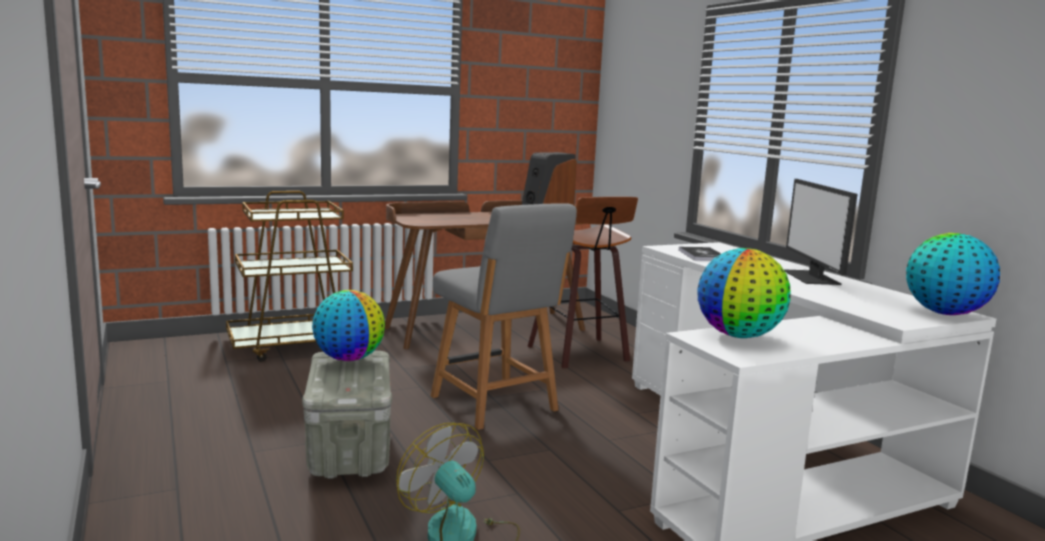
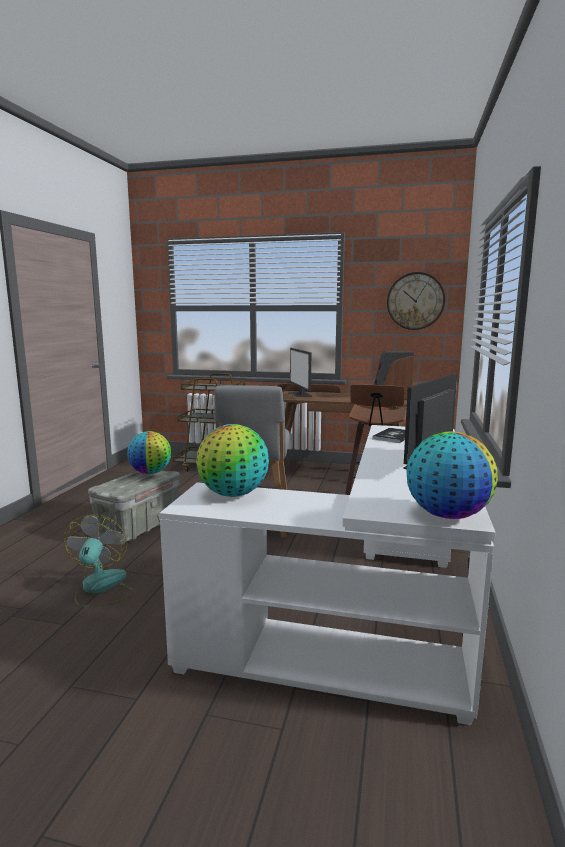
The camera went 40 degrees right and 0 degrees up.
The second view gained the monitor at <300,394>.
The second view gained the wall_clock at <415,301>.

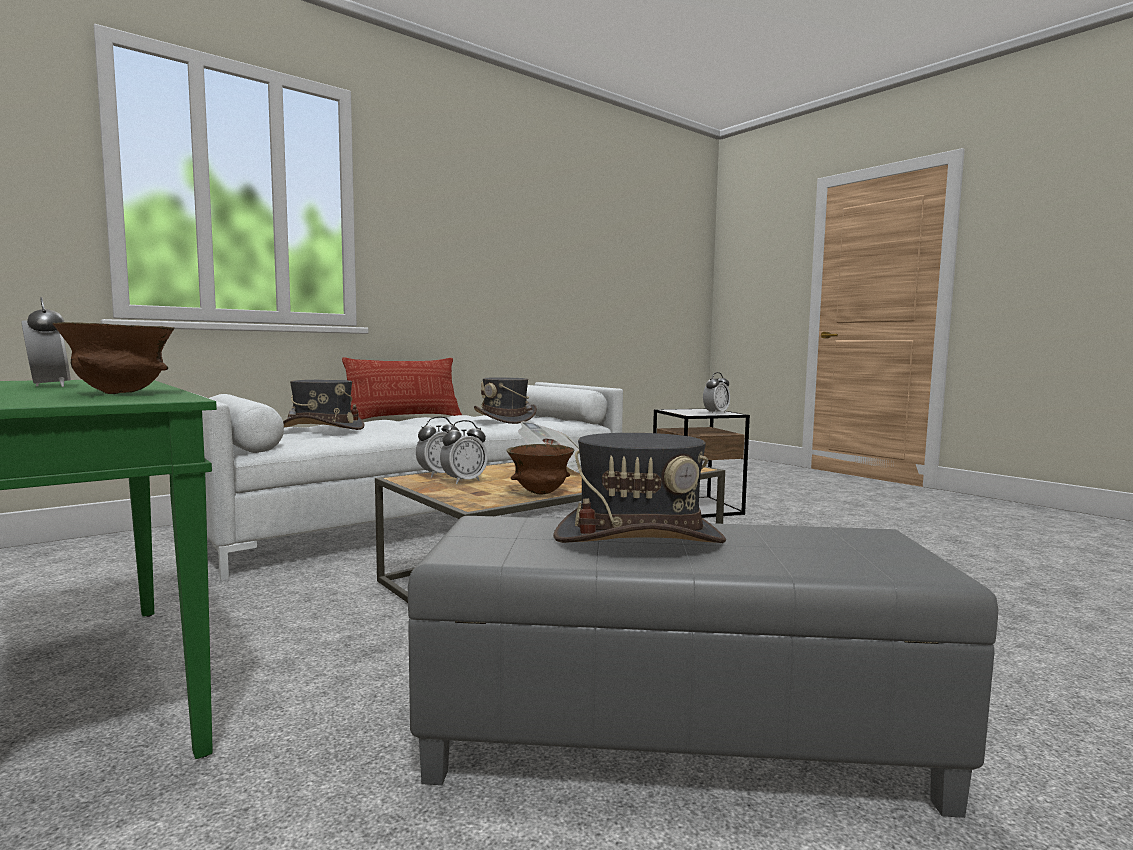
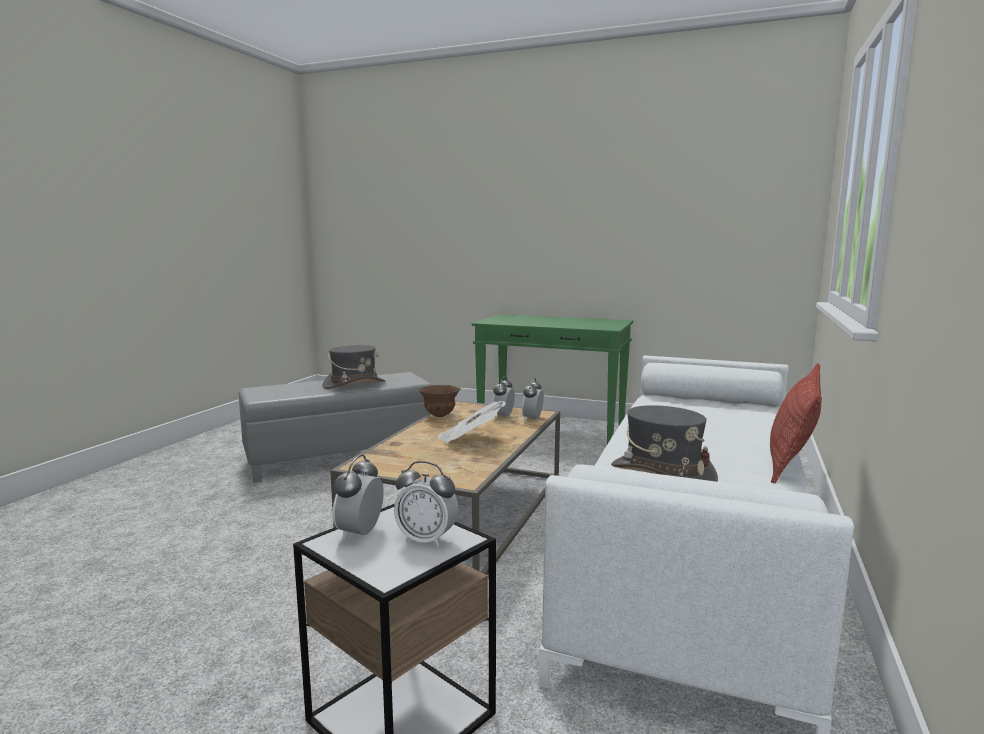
The camera went 150 degrees right and 5 degrees up.
The alarm_clock ended up elsewhere, having gone from <49,386> to <427,540>.
The second view lost the brown_bowl at <120,393>.
The second view lost the grey_hat at <322,428>.

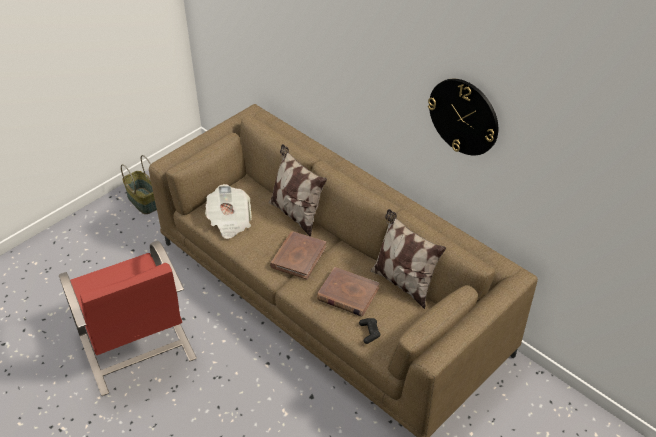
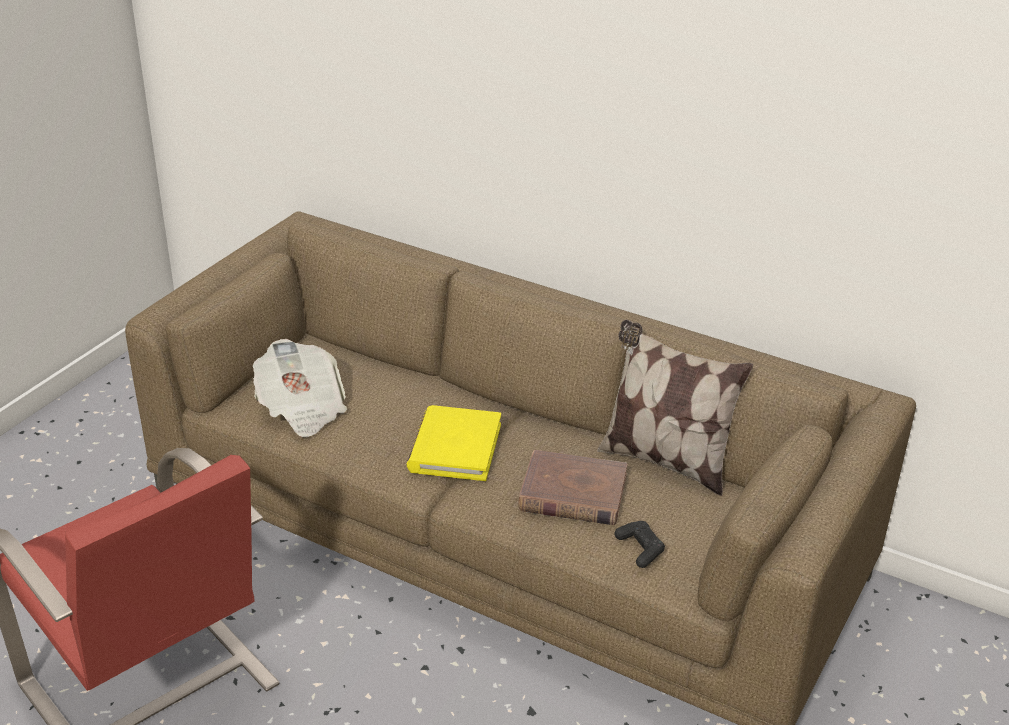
The camera went 15 degrees left and 10 degrees down.
The second view lost the basket at <143,201>.
The second view lost the pillow at <296,214>.
What was the brown_book at <298,257> turned into the yellow_book at <455,447>.
The second view lost the wall_clock at <463,116>.

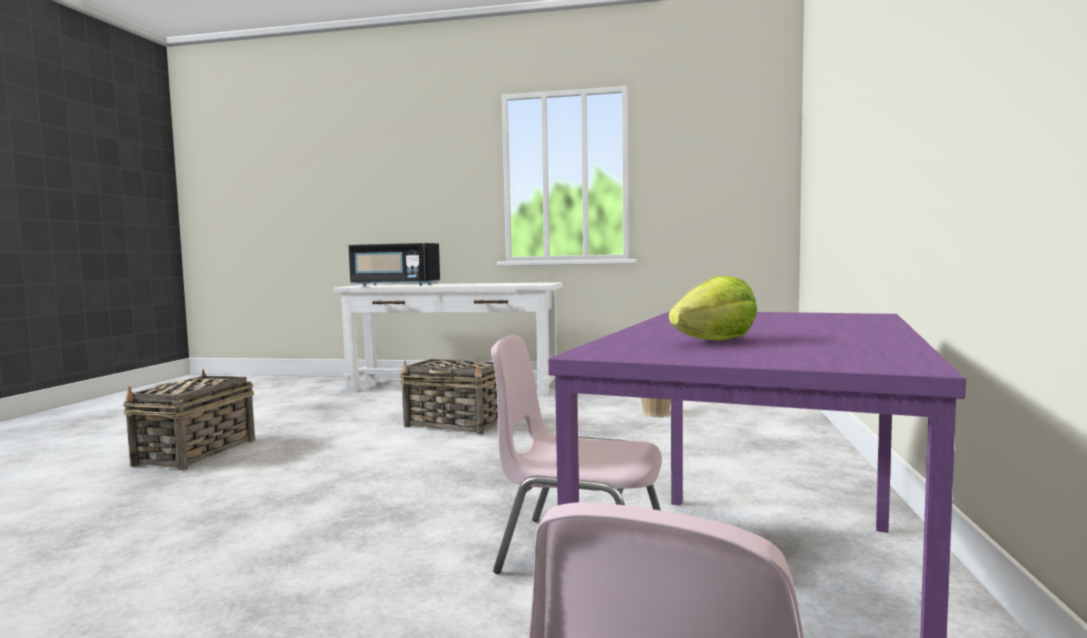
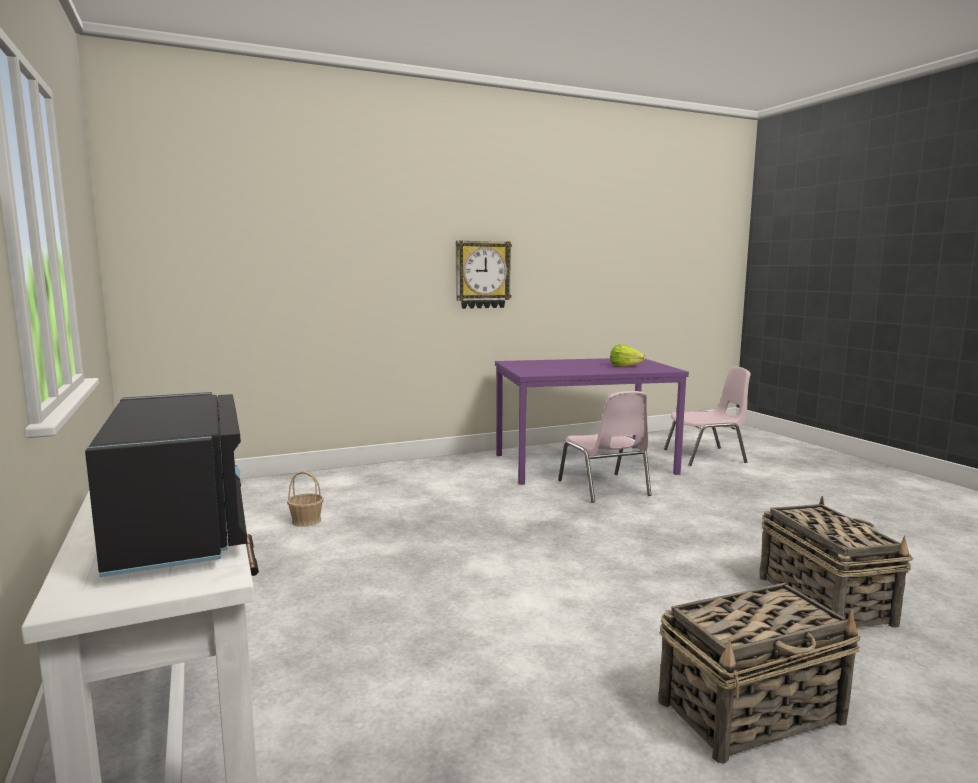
The camera went 125 degrees left and 5 degrees up.
The basket ended up elsewhere, having gone from <456,424> to <823,599>.
The second view gained the wall_clock at <482,275>.

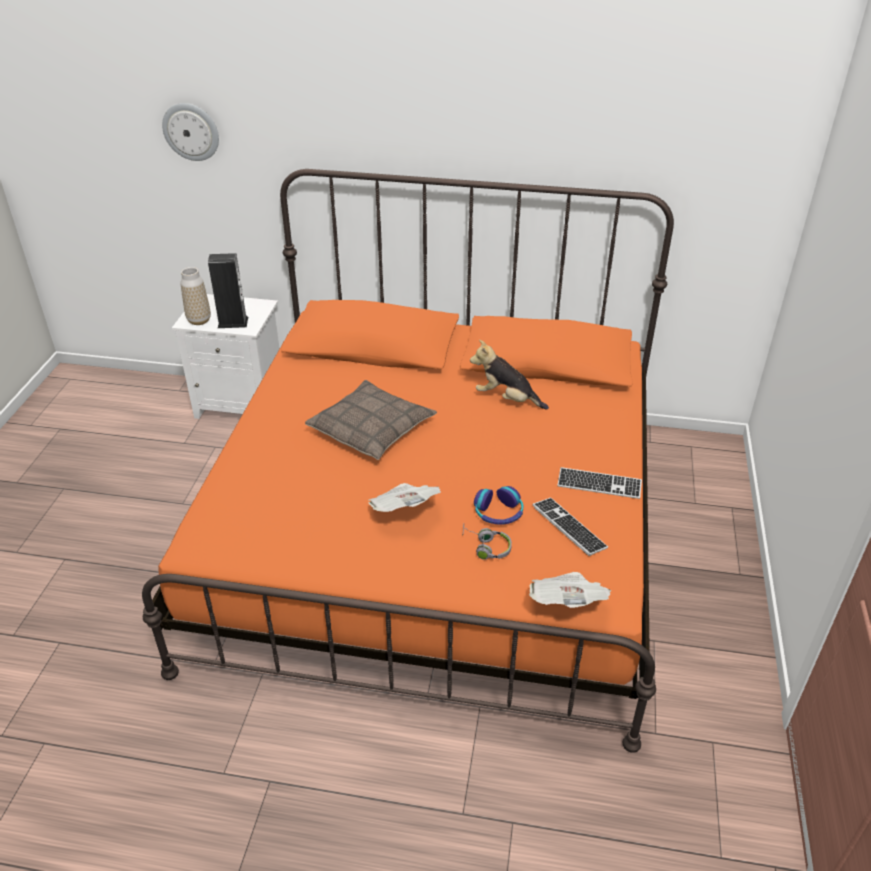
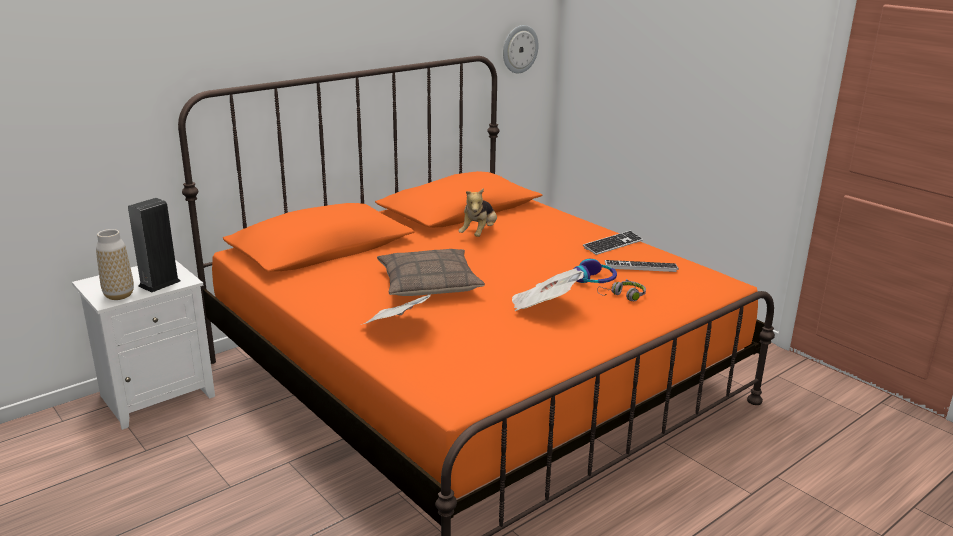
The camera went 50 degrees left and 15 degrees down.
The wall_clock ended up elsewhere, having gone from <191,131> to <519,49>.
The plush_toy at <506,399> ended up facing another way, 45 degrees counterclockwise from before.
The newspaper ended up elsewhere, having gone from <566,604> to <397,326>.

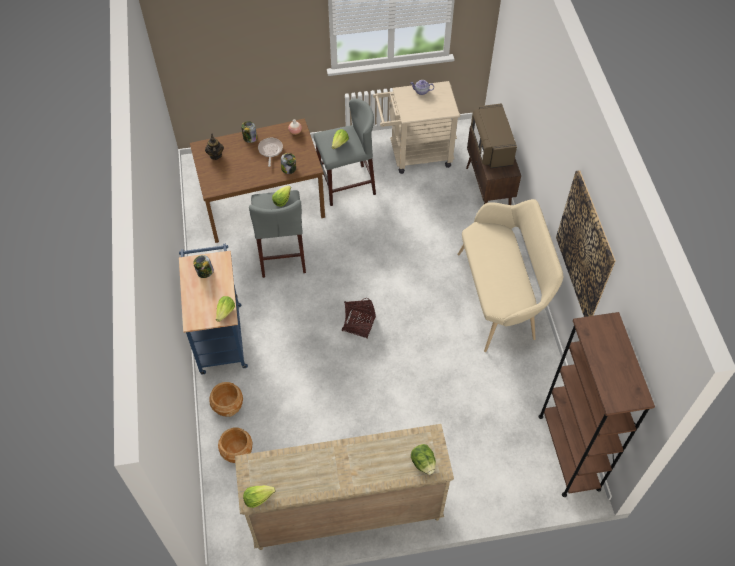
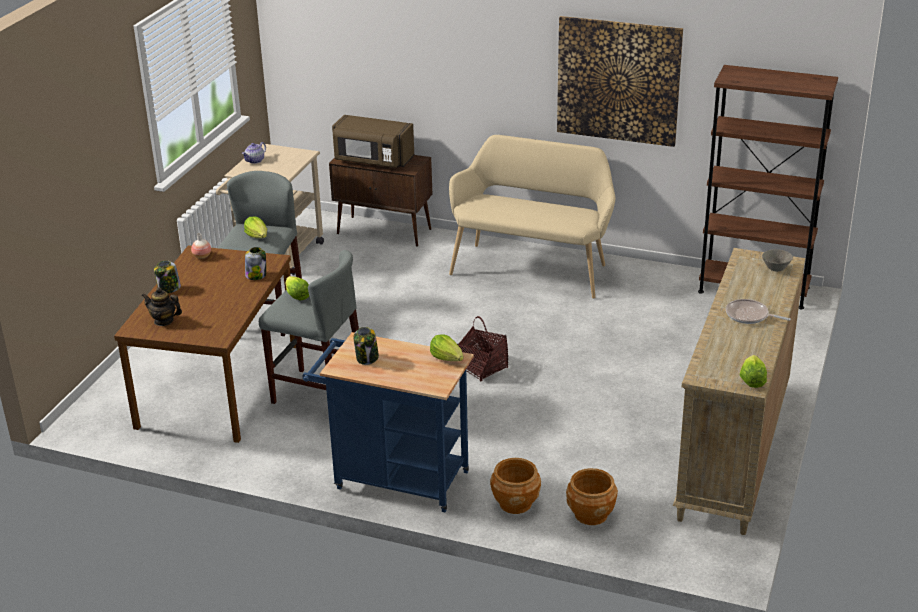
The camera went 60 degrees left and 25 degrees down.
The frying_pan ended up elsewhere, having gone from <270,150> to <749,316>.
Where the lettuce stood at <423,463>, the grey_bowl came to stand at <775,269>.

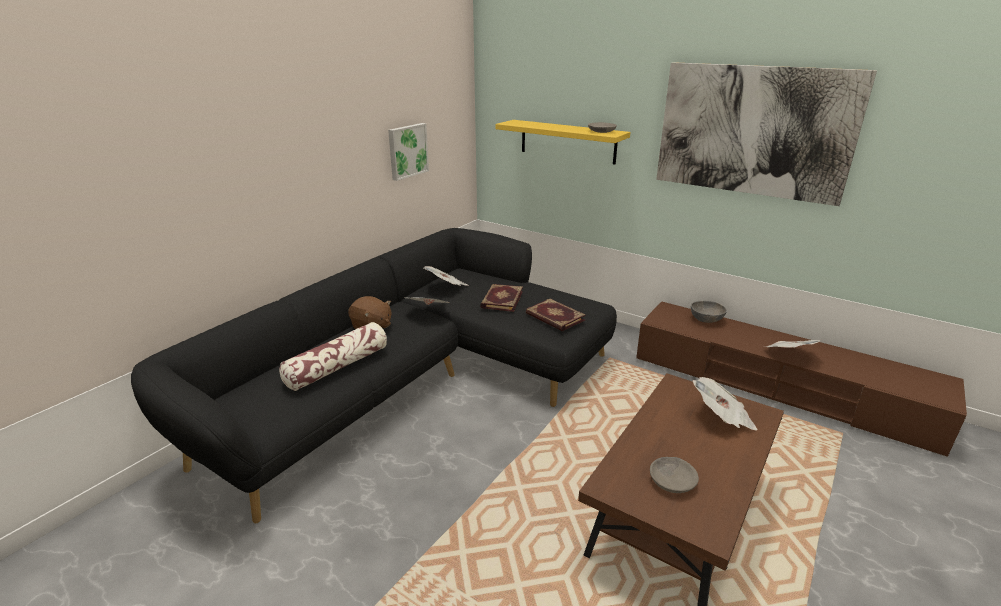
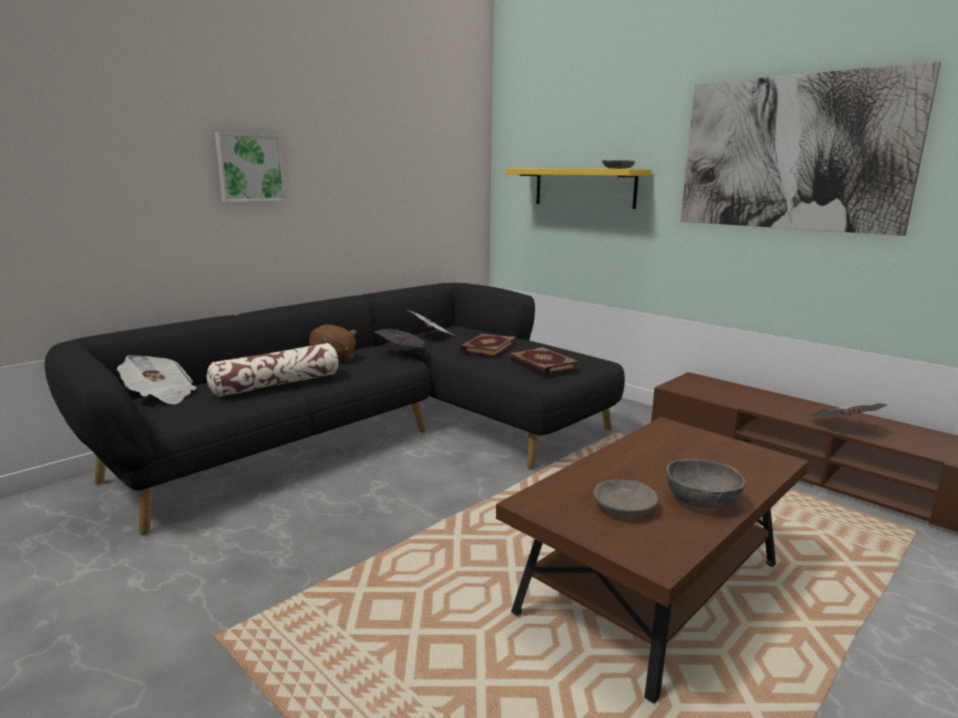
The camera went 10 degrees right and 10 degrees down.
The picture ended up elsewhere, having gone from <407,151> to <250,168>.
The grey_bowl ended up elsewhere, having gone from <706,319> to <701,501>.
The newspaper ended up elsewhere, having gone from <722,418> to <160,396>.

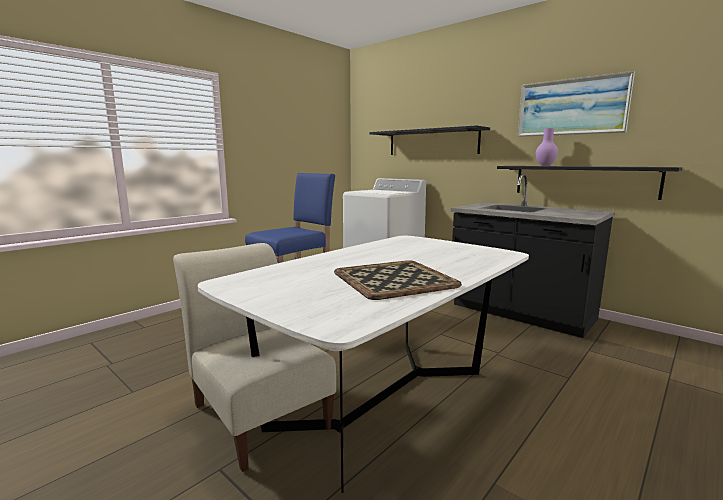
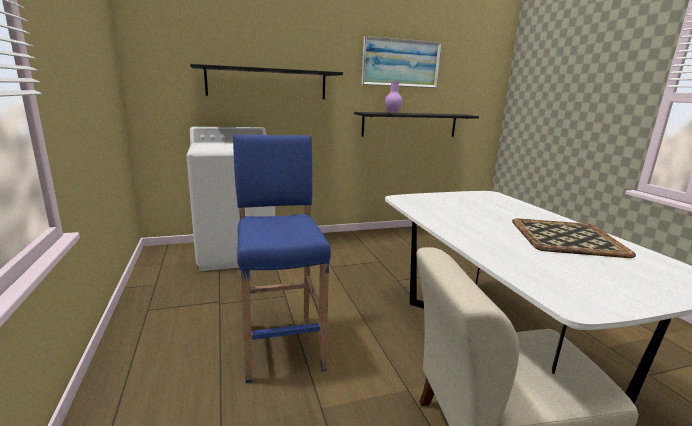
The camera went 60 degrees left and 5 degrees up.
The second view lost the black_counter at <519,313>.

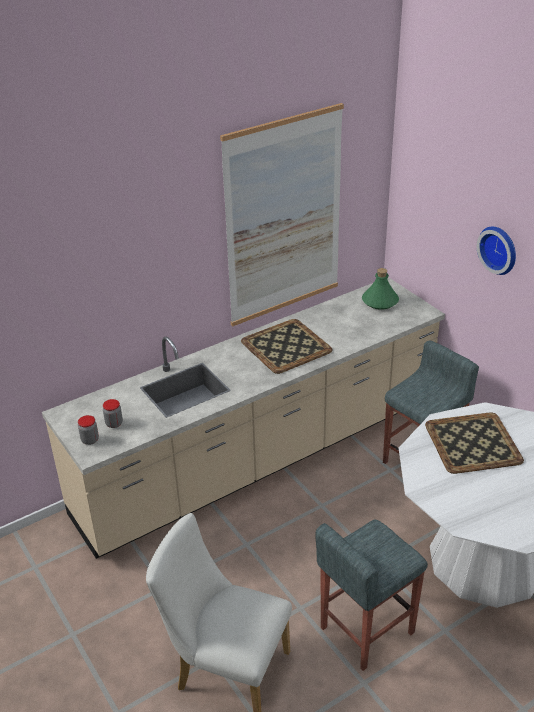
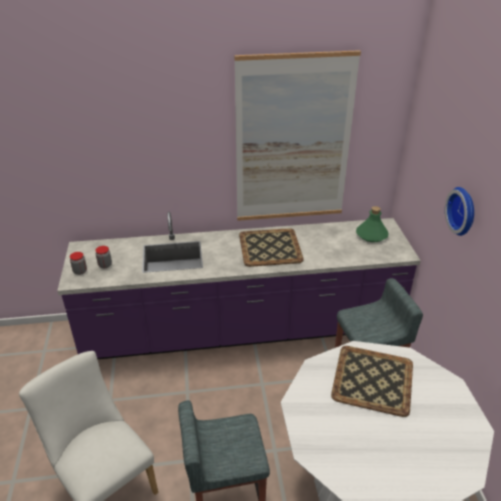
The camera went 25 degrees right and 0 degrees up.
What was the beige_counter at <269,455> turned into the purple_counter at <250,330>.

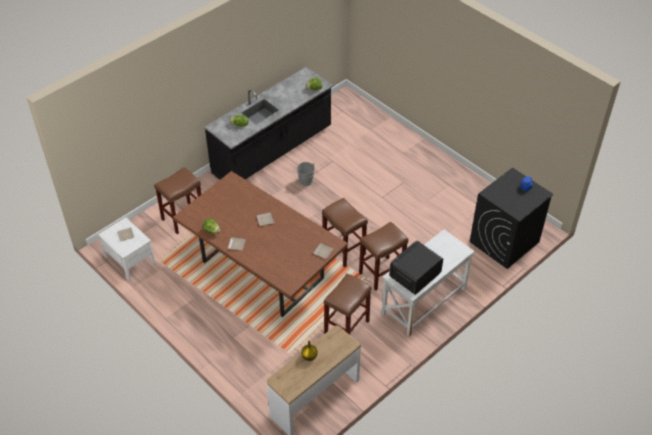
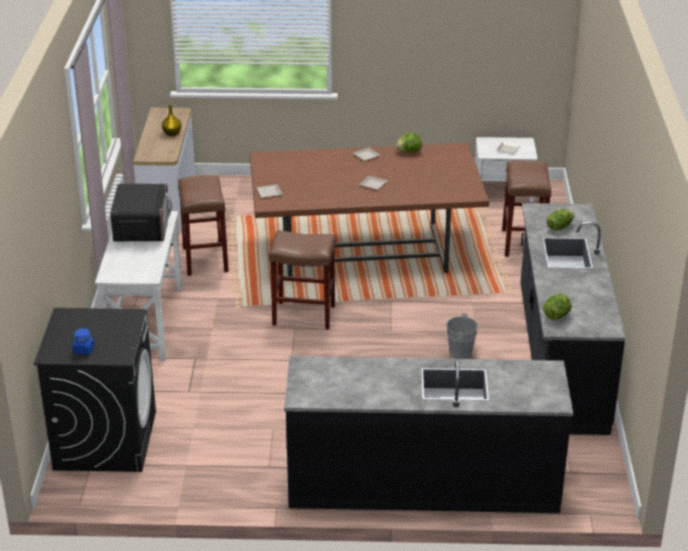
The camera went 135 degrees right and 15 degrees down.
The second view lost the brown_stool at <381,273>.
The second view gained the black_counter at <423,483>.

